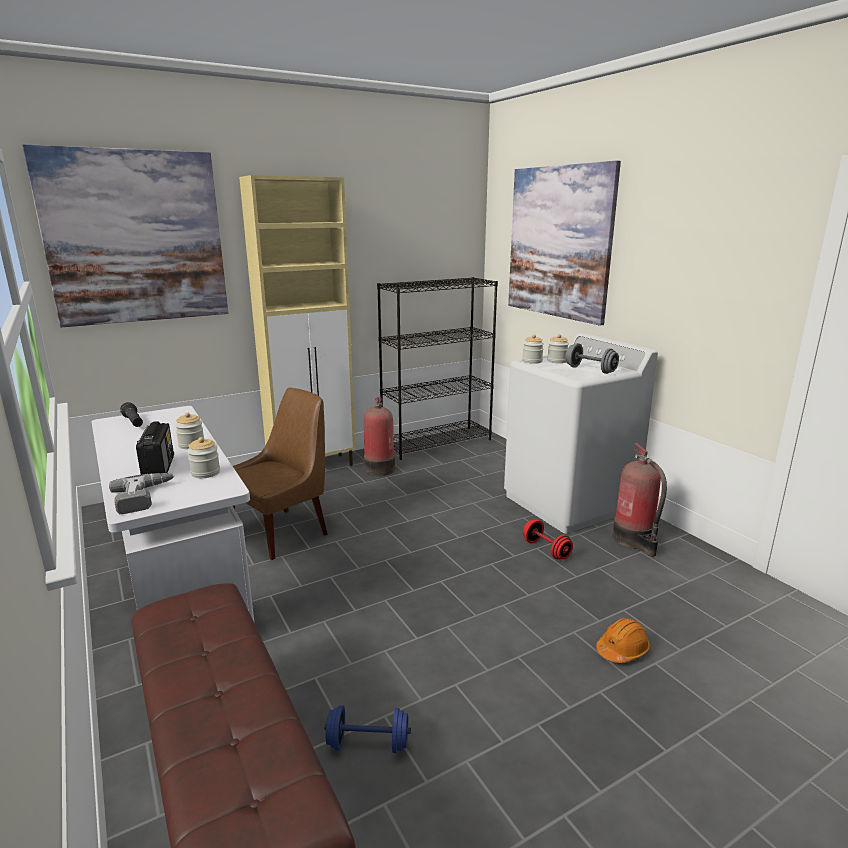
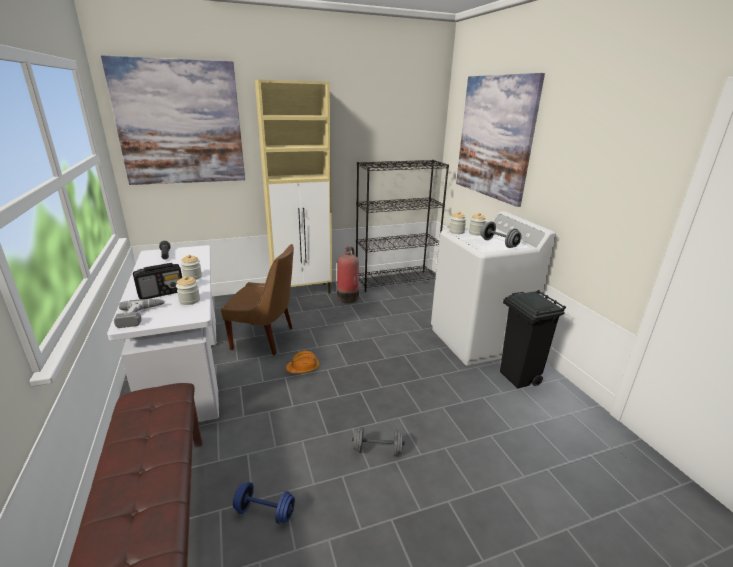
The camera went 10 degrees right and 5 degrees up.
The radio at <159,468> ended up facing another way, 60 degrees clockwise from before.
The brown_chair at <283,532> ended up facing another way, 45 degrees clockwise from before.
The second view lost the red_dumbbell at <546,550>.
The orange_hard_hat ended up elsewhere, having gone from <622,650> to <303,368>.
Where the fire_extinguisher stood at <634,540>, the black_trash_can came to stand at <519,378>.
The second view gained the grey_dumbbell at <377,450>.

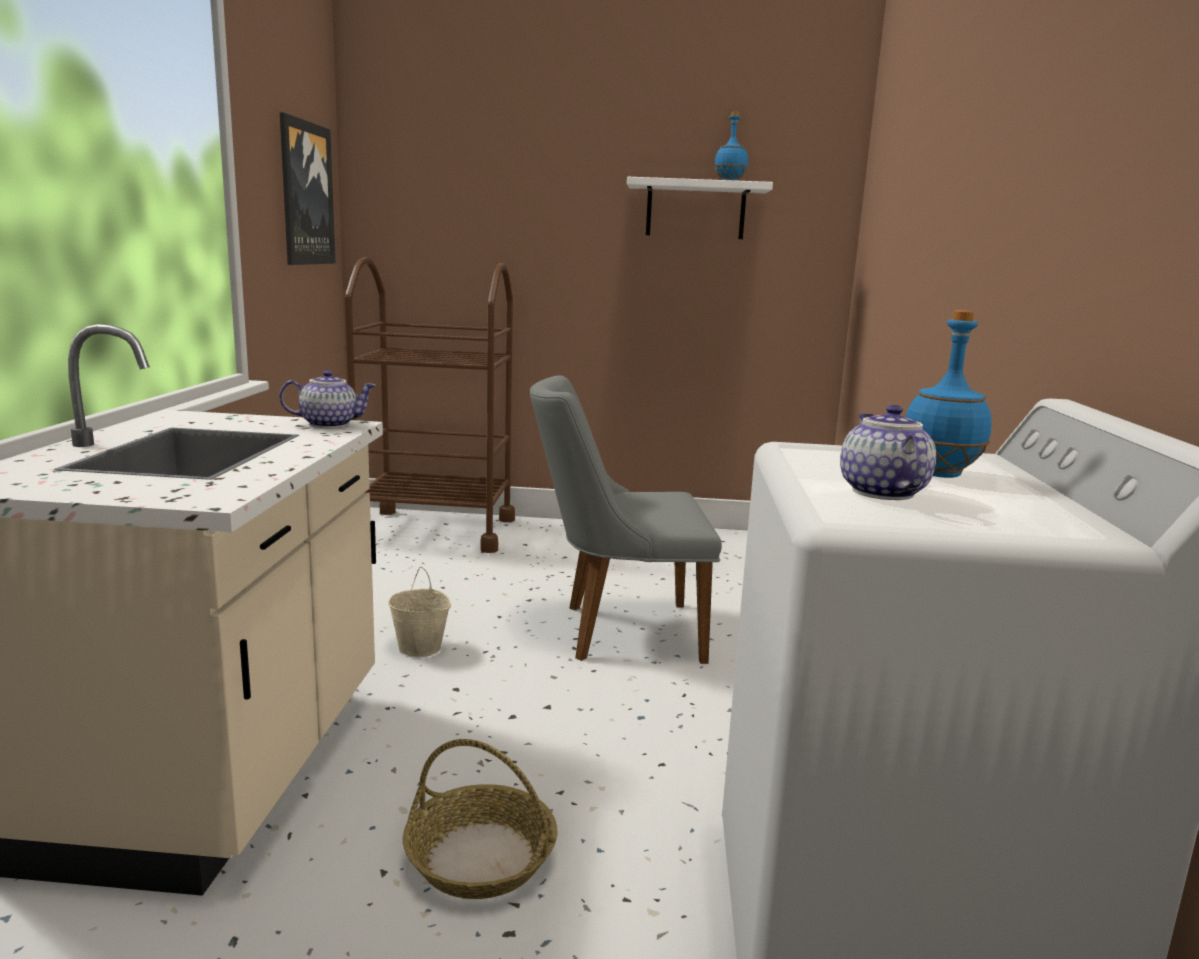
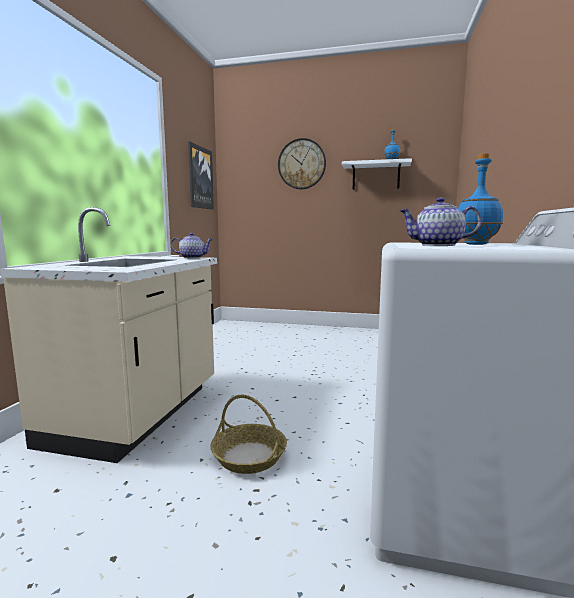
The camera went 10 degrees right and 5 degrees down.
The second view lost the brown_cart at <435,530>.
The second view lost the beige_bucket at <420,648>.
The second view lost the grey_chair at <617,631>.
The teapot at <880,492> ended up facing another way, 90 degrees counterclockwise from before.
The second view gained the wall_clock at <301,164>.

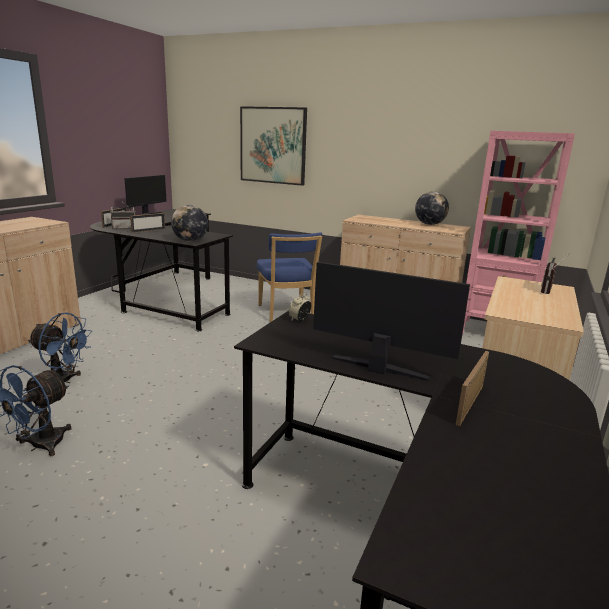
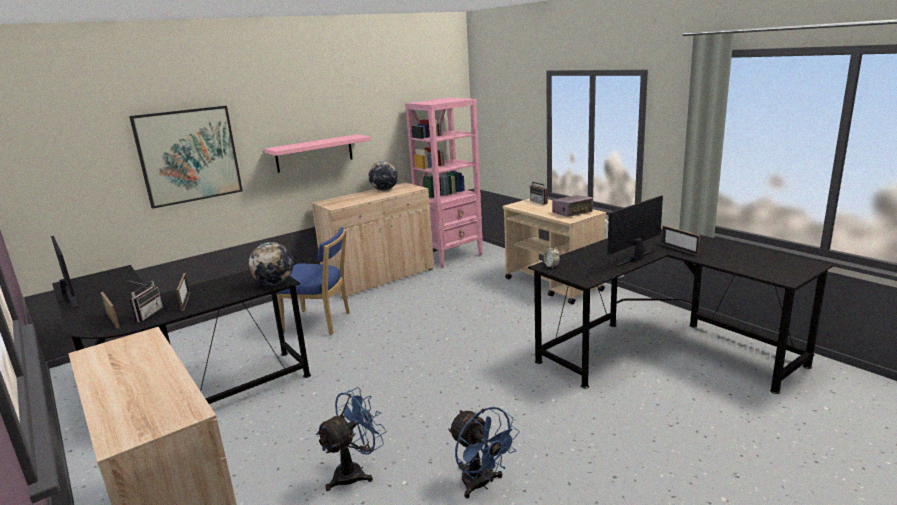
The camera went 60 degrees left and 0 degrees up.
The second view gained the pink_shelf at <314,153>.
The second view gained the radio at <572,213>.

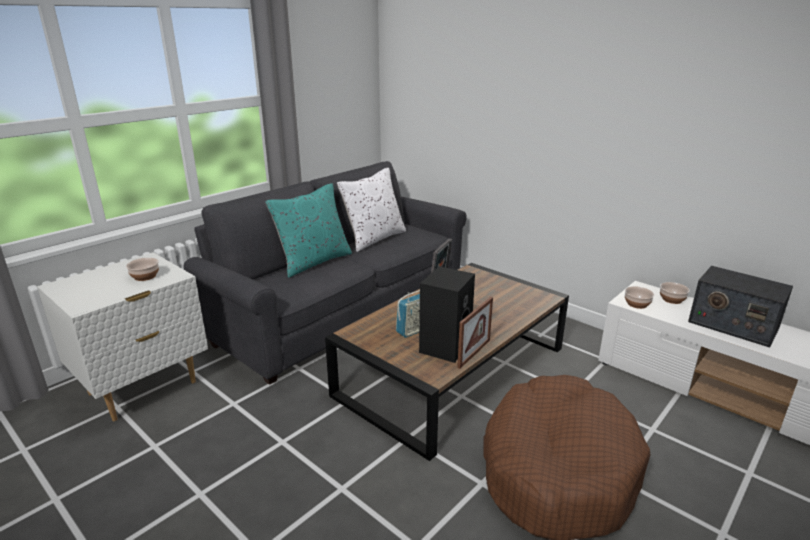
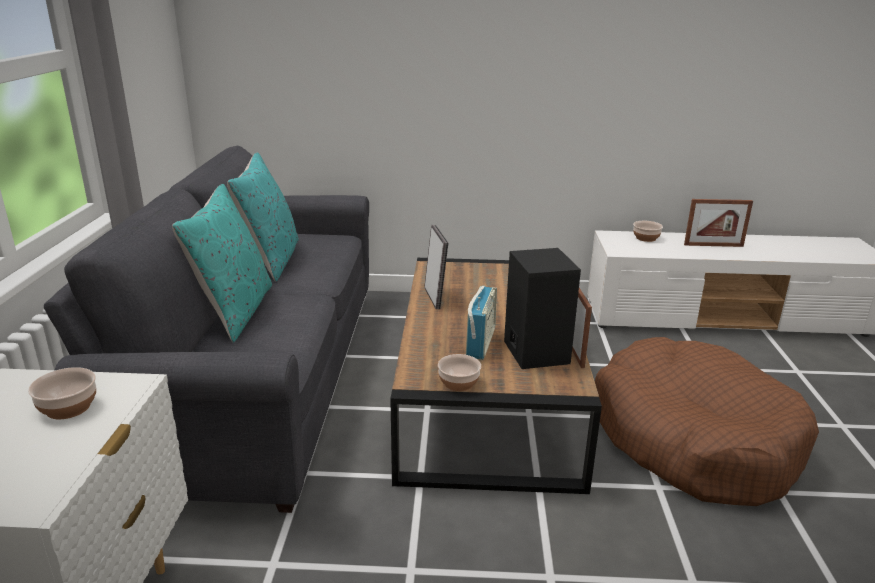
The camera went 40 degrees left and 0 degrees up.
What was the white_pillow at <374,238> turned into the turquoise_pillow at <270,260>.
The bowl ended up elsewhere, having gone from <637,304> to <458,383>.
Where the radio stood at <732,325>, the picture_frame came to stand at <713,245>.

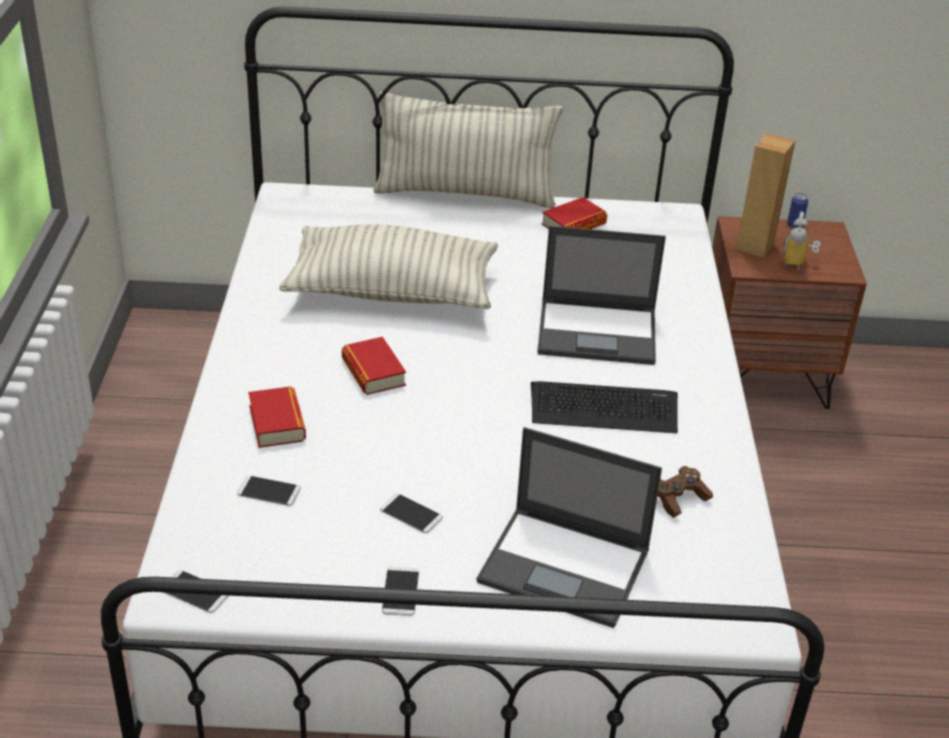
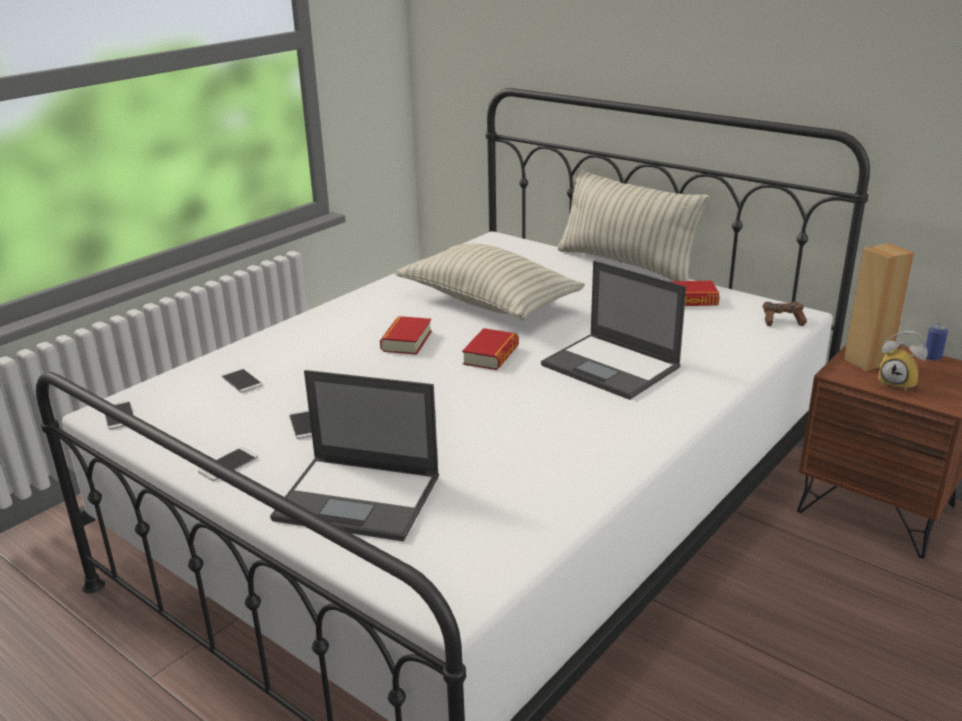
The camera went 40 degrees right and 10 degrees down.
The book ended up elsewhere, having gone from <277,423> to <491,355>.
The laptop at <566,567> ended up facing another way, 45 degrees counterclockwise from before.
The second view lost the keyboard at <604,408>.
The brown_game_controller ended up elsewhere, having gone from <679,499> to <782,321>.
The alarm_clock at <798,263> ended up facing another way, 105 degrees counterclockwise from before.

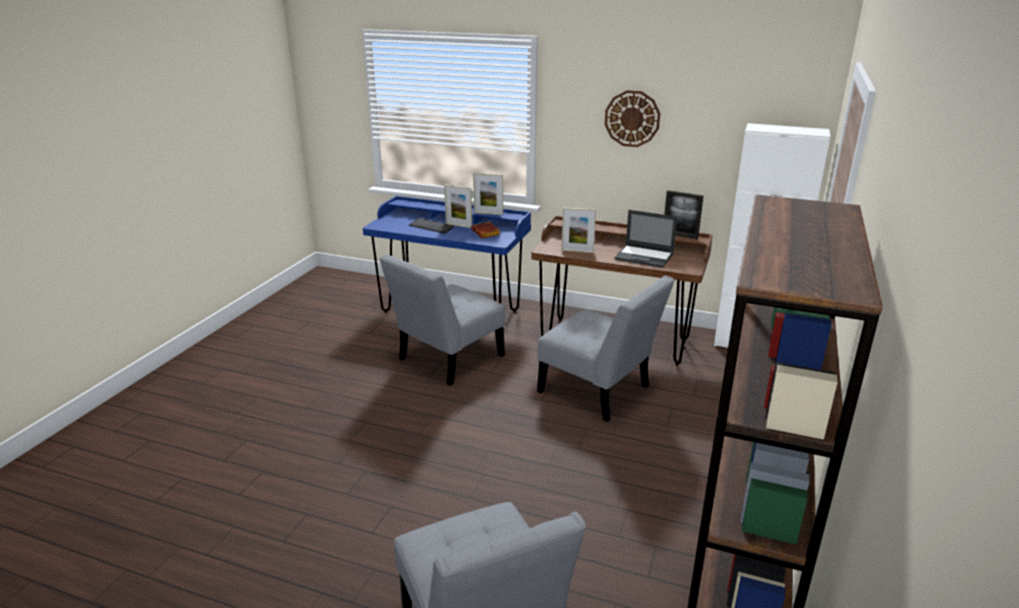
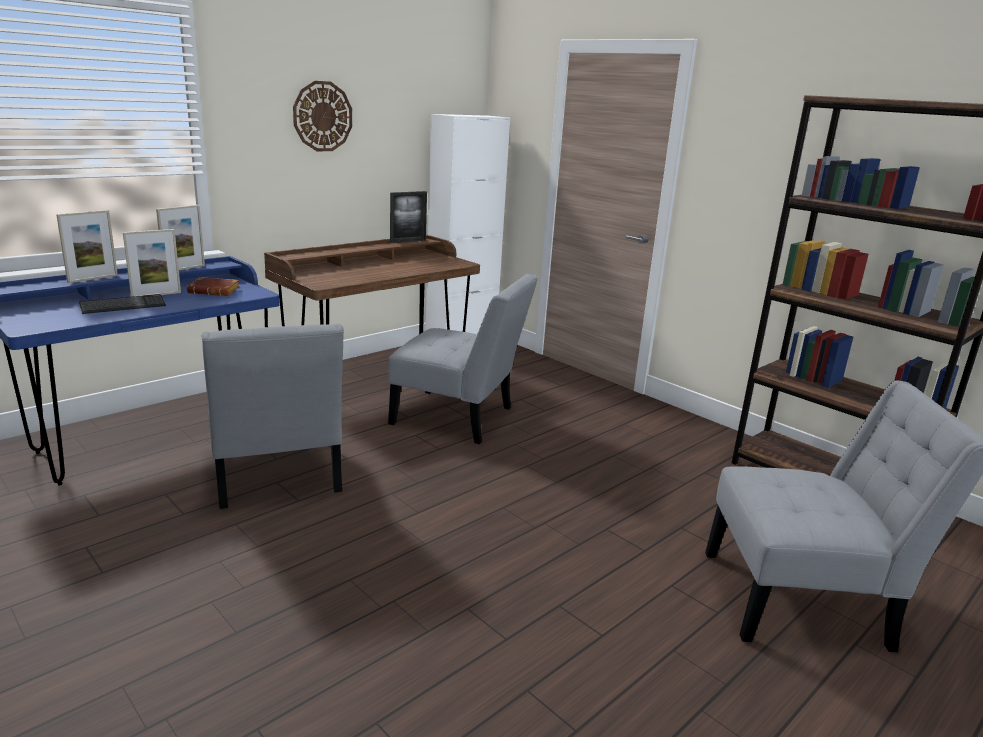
The camera went 65 degrees left and 5 degrees down.
The grey_chair at <599,392> ended up facing another way, 45 degrees clockwise from before.
The picture_frame ended up elsewhere, having gone from <577,251> to <93,279>.
The second view lost the laptop at <645,256>.

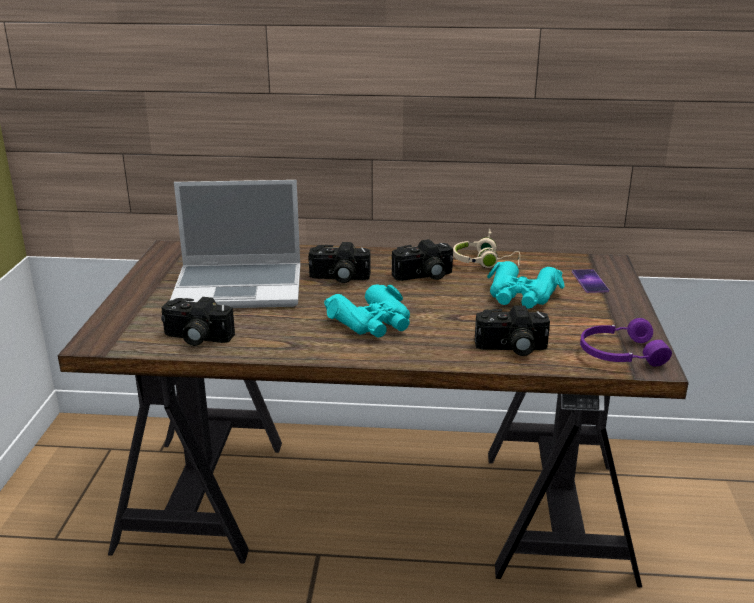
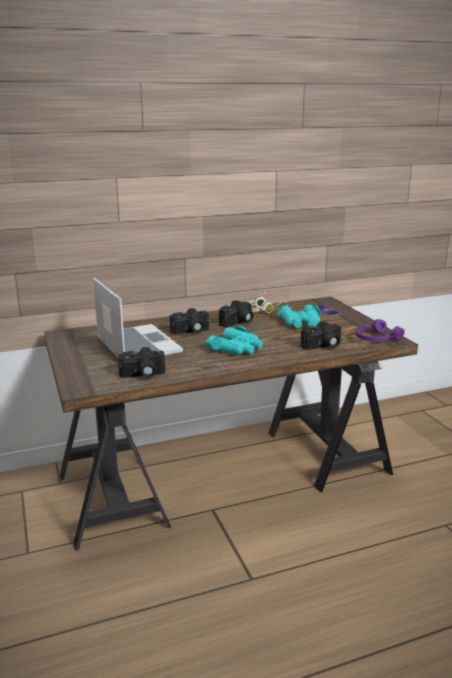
The camera went 25 degrees left and 5 degrees down.
The laptop at <241,287> ended up facing another way, 90 degrees counterclockwise from before.

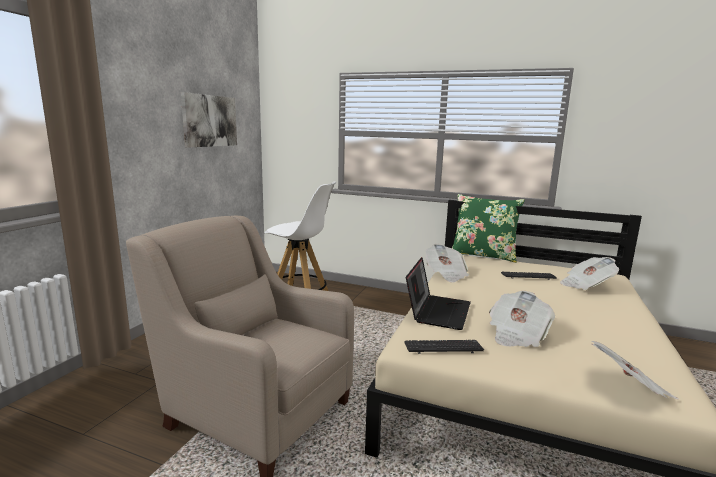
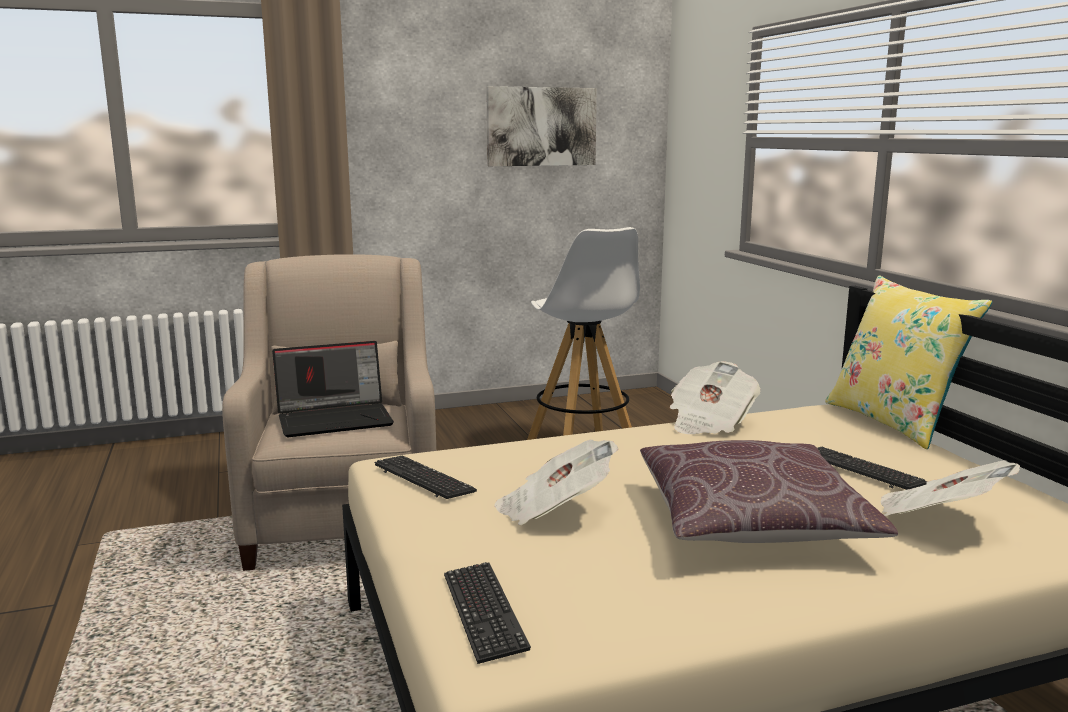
The camera went 50 degrees right and 0 degrees up.
The laptop ended up elsewhere, having gone from <437,311> to <336,419>.
What was the green_pillow at <483,255> turned into the yellow_pillow at <893,422>.
Where the newspaper stood at <629,389>, the keyboard came to stand at <483,613>.
The second view gained the brown_pillow at <751,522>.

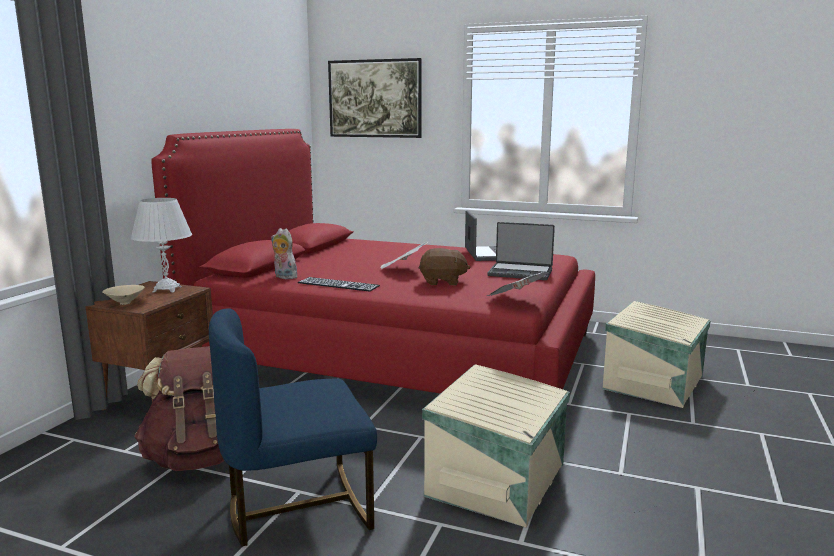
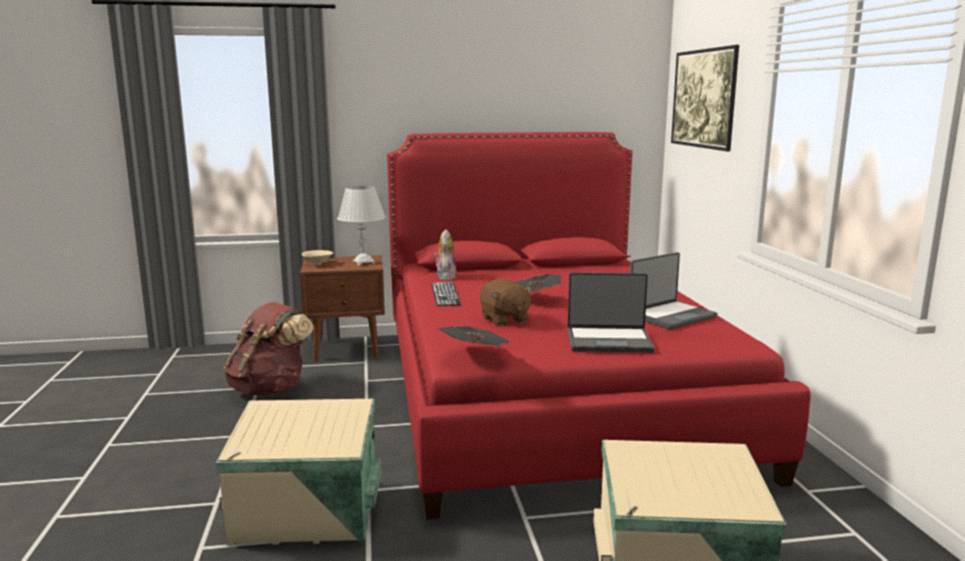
The camera went 60 degrees right and 0 degrees up.
The second view lost the blue_chair at <297,507>.
The laptop at <520,272> ended up facing another way, 75 degrees counterclockwise from before.

